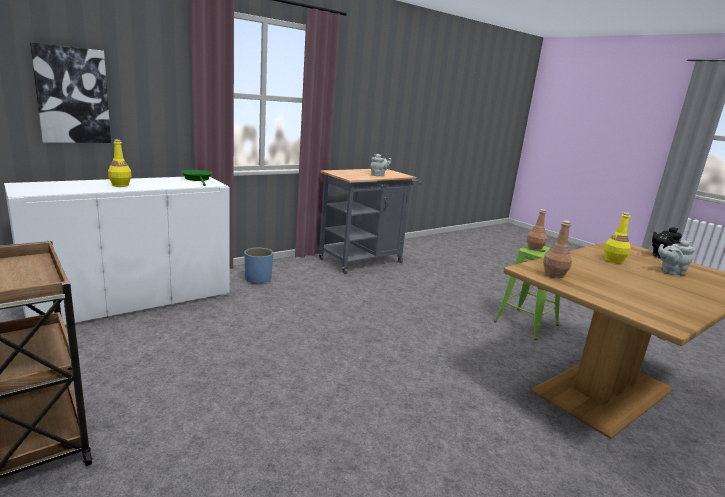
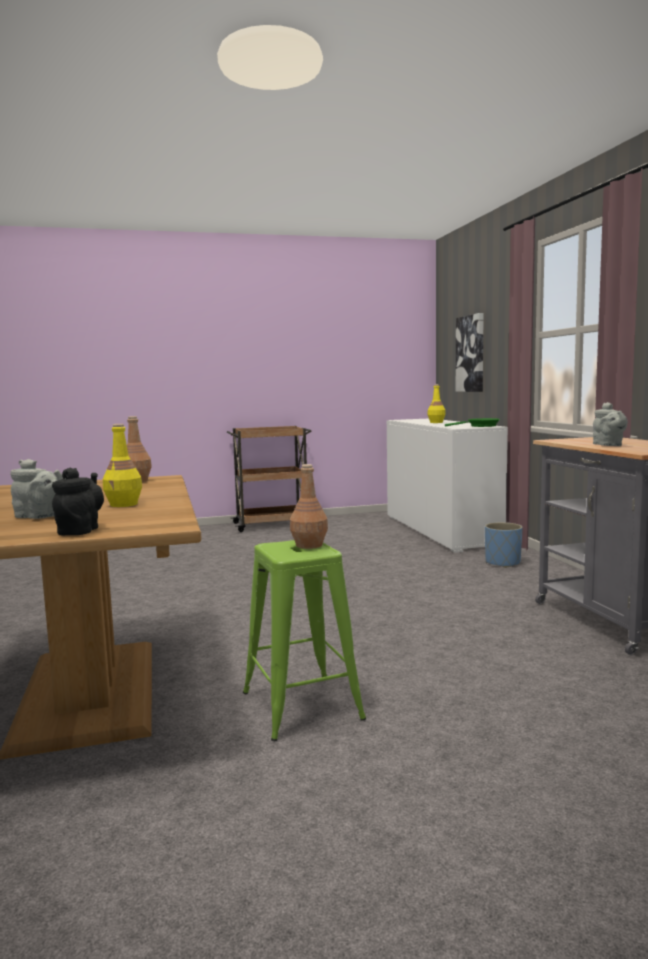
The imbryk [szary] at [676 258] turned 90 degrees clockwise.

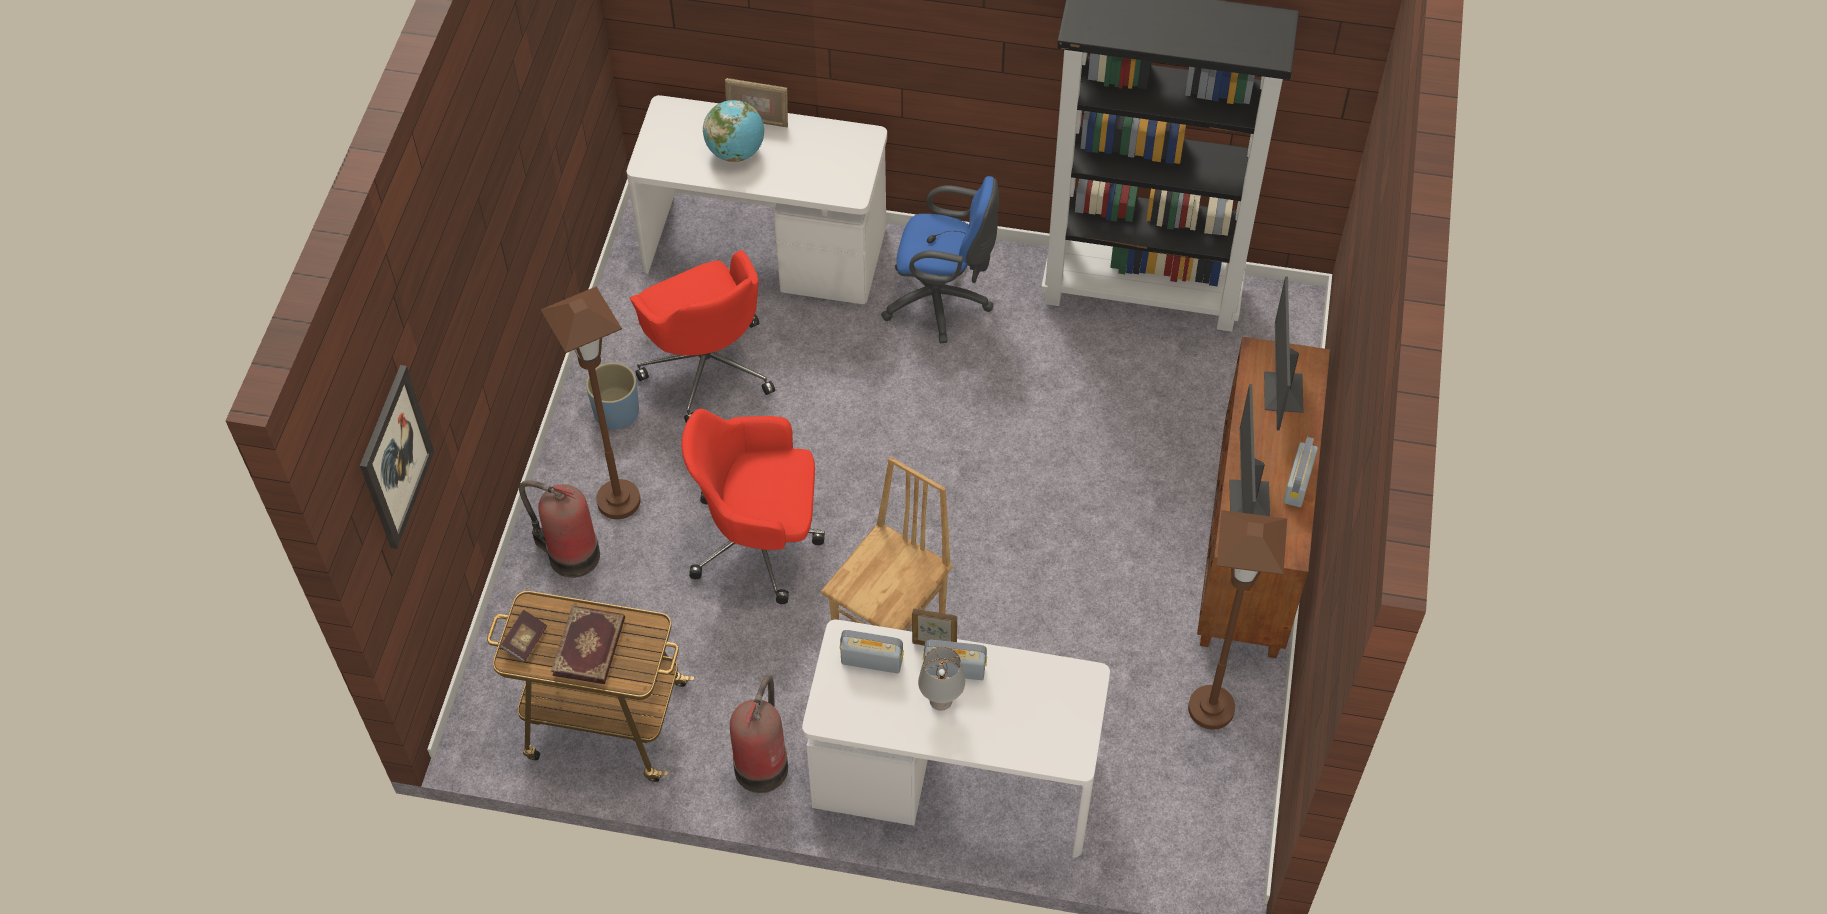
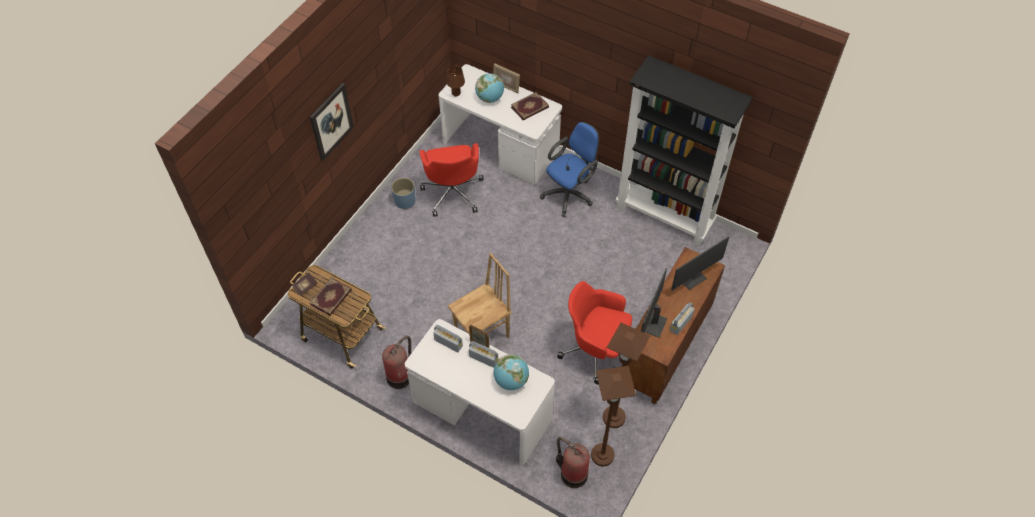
The obraz moved from [397 457] to [332 122].
The lampa stołowa [brązowy] at [455 81] appeared.
The globus at [511 372] appeared.
The książka at [530 106] appeared.
The krzesło biurowe [niebieski] at [940 259] turned 75 degrees counterclockwise.
The gaśnica moved from [559 529] to [573 462].
The krzesło biurowe [czerwony] moved from [753 506] to [594 332].
The lampa stojąca [brązowy] moved from [591 403] to [613 416].
The monitor at [1283 353] turned 150 degrees counterclockwise.
The lampa stołowa [szary] at [941 678] disappeared.

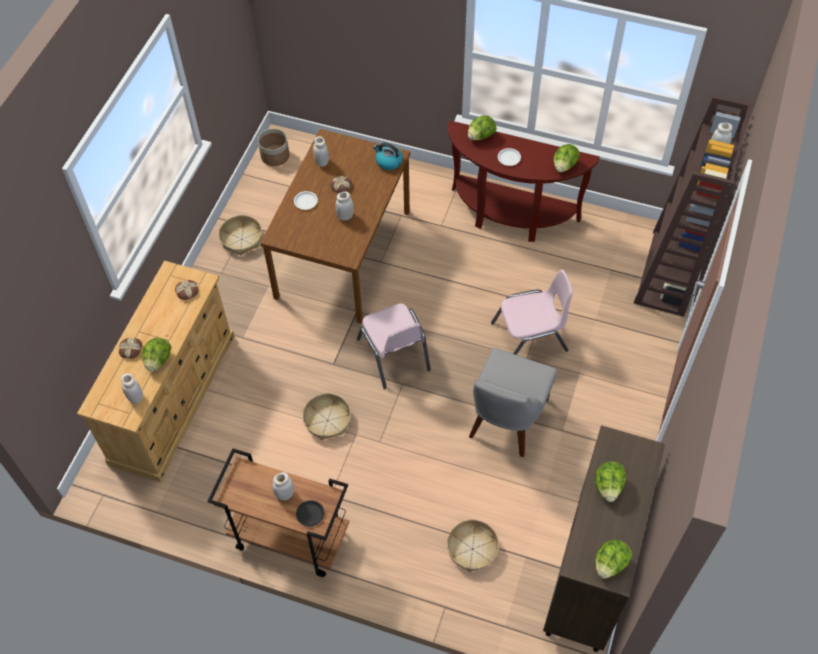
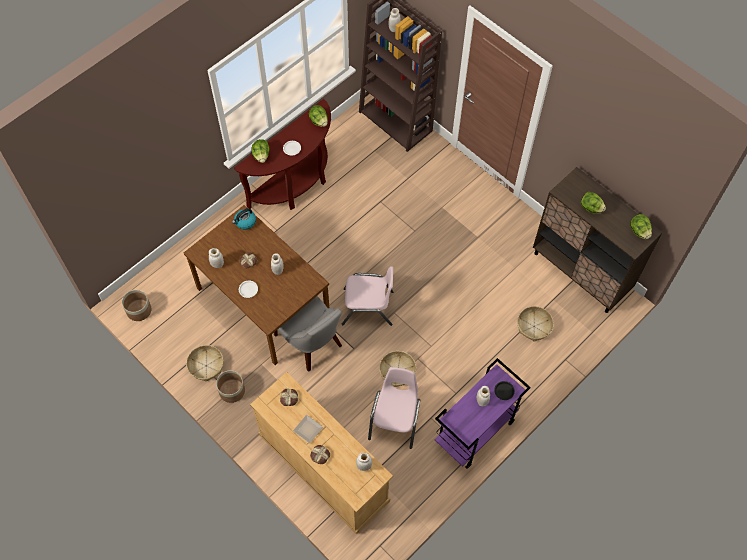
The donica at [230 386] appeared.
The krzesło [szary] moved from [513 402] to [308 334].
The talerz at [308 429] appeared.
The krzesło [różowy] moved from [532 312] to [394 408].
The wózek [brązowy] at [278 512] became the wózek [fioletowy] at [483 413].
The sałata at [156 355] disappeared.

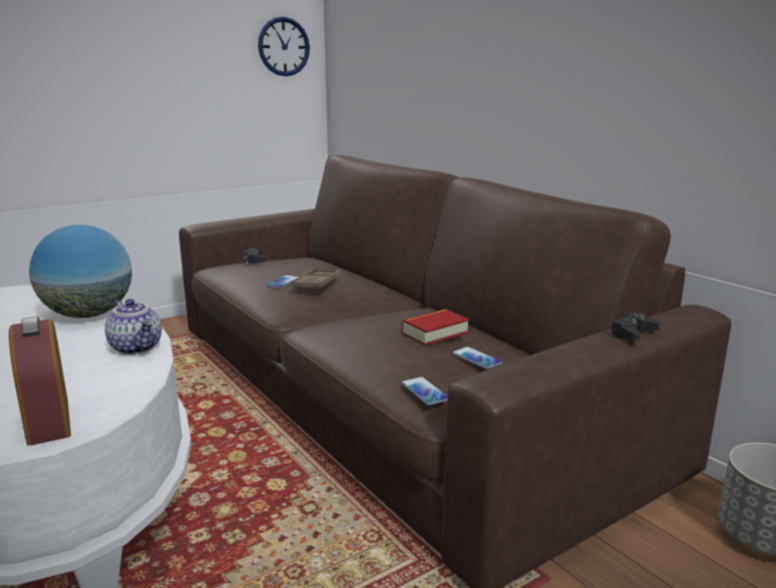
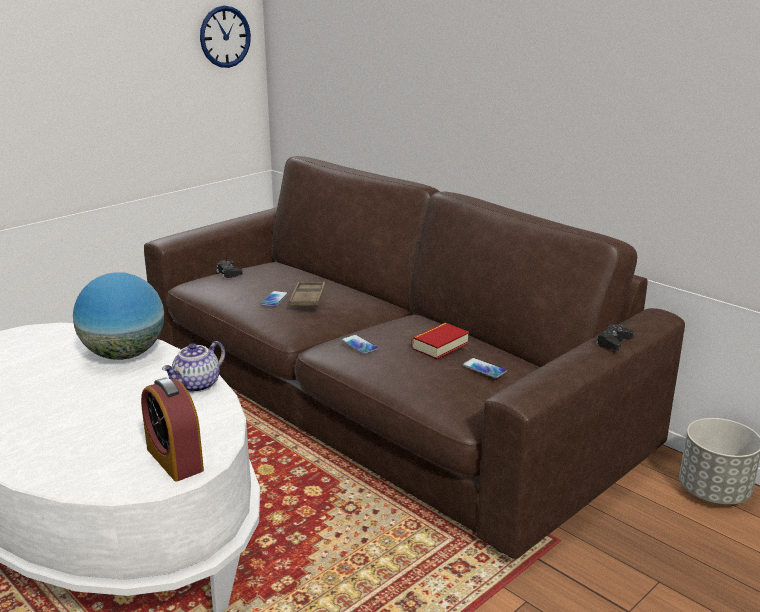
The imbryk at [133 327] turned 90 degrees clockwise.
The telefon moved from [424 391] to [359 344].

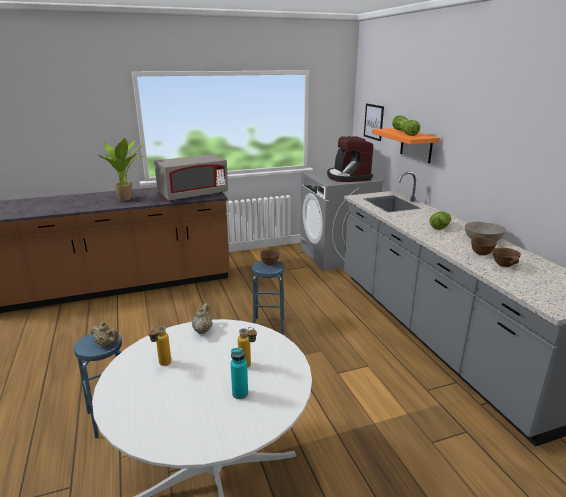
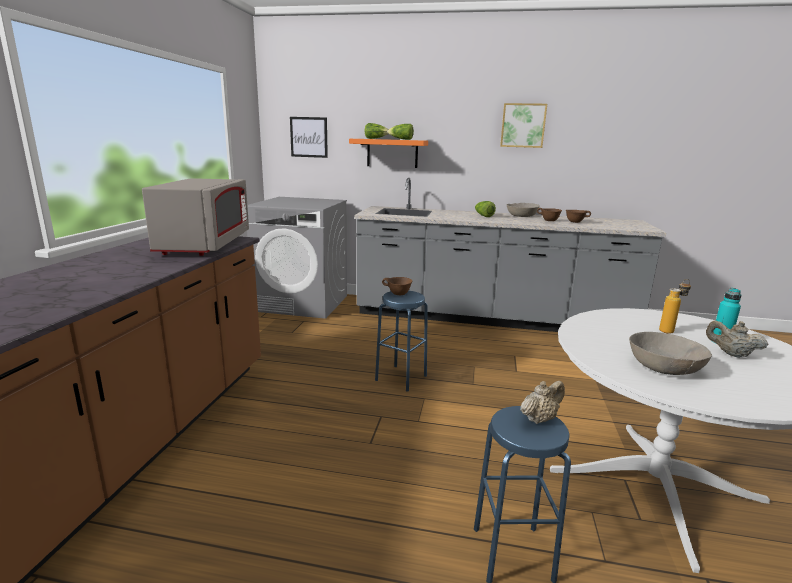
The obraz at [523 125] appeared.
The butelka at [159 346] was replaced by the miska [szary] at [670 353].
The imbryk [beżowy] moved from [202 318] to [737 339].
The roślina doniczkowa at [123 169] disappeared.
The ekspres do kawy at [350 159] disappeared.

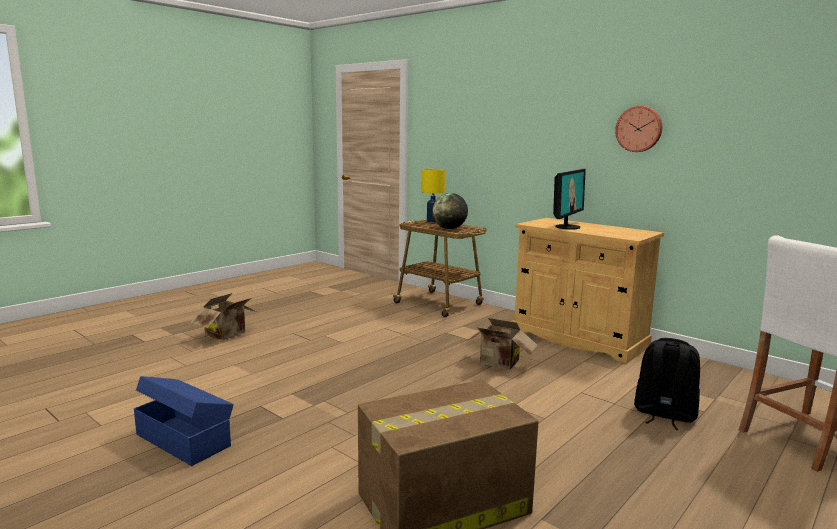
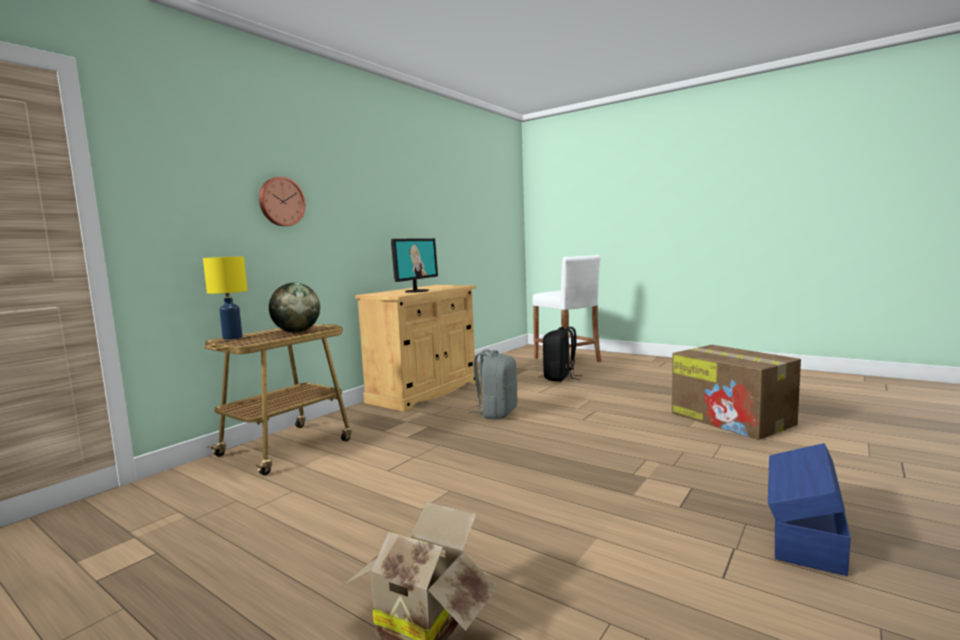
The zegar ścienny moved from [638 129] to [282 201].
The monitor at [569 199] turned 90 degrees clockwise.
The karton at [502 344] was replaced by the plecak [szary] at [493 384].

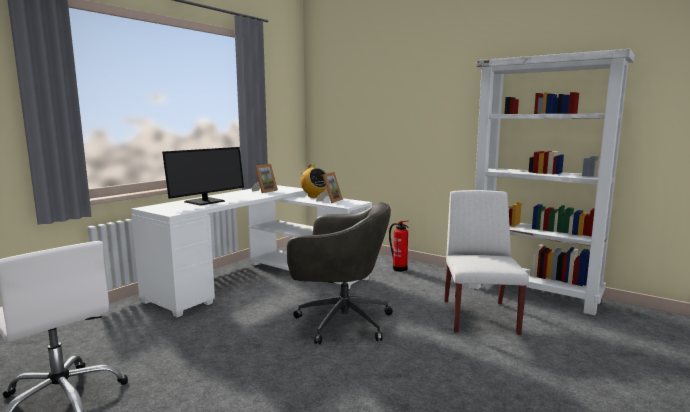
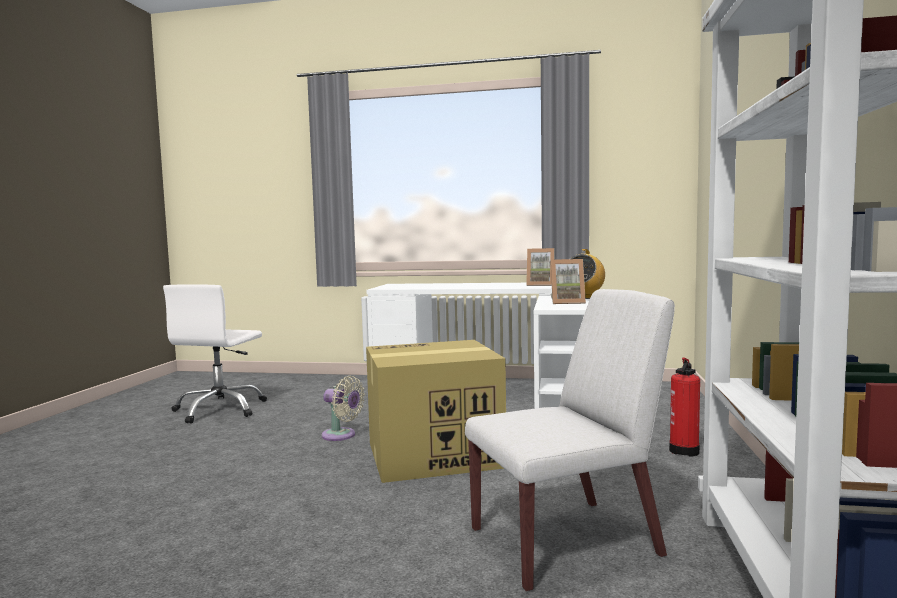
The wentylator [beżowy] at [343 408] appeared.
The krzesło biurowe [szary] at [340 273] was replaced by the karton at [436 411].
The monitor at [203 176] disappeared.

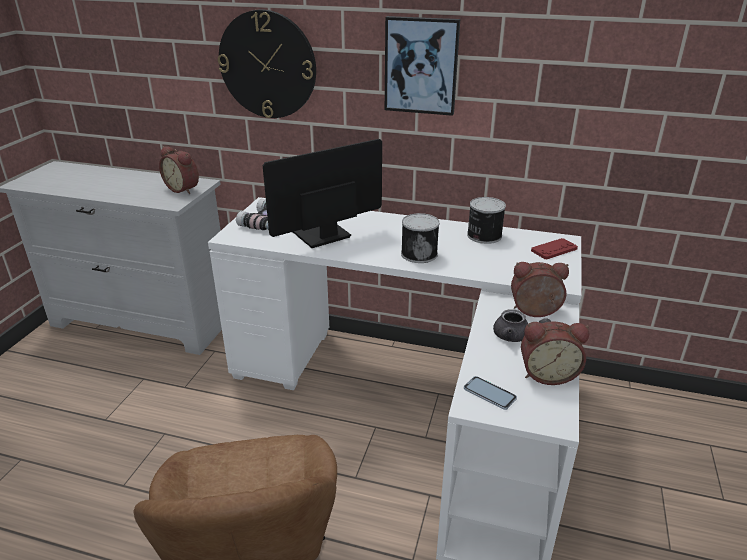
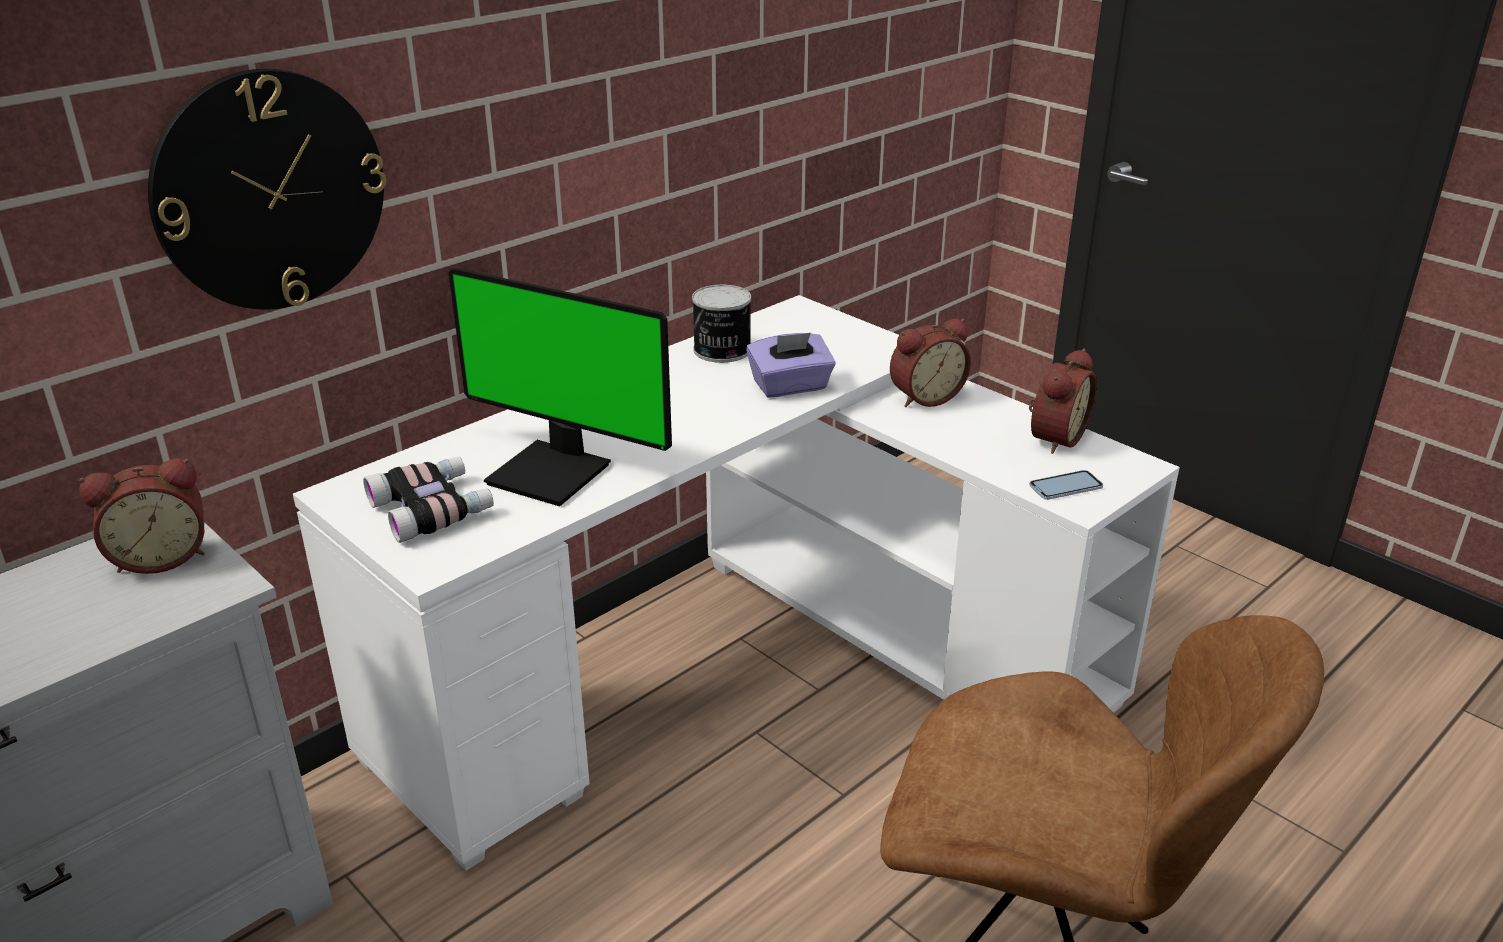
The monitor at [322 193] turned 60 degrees counterclockwise.
The pudełko chusteczek [fioletowy] at [791 365] appeared.
The budzik at [540 289] turned 150 degrees counterclockwise.
The obraz at [422 66] disappeared.
The puszka at [420 238] disappeared.
The imbryk [szary] at [522 325] disappeared.
The pad do gier [czerwony] at [554 249] disappeared.

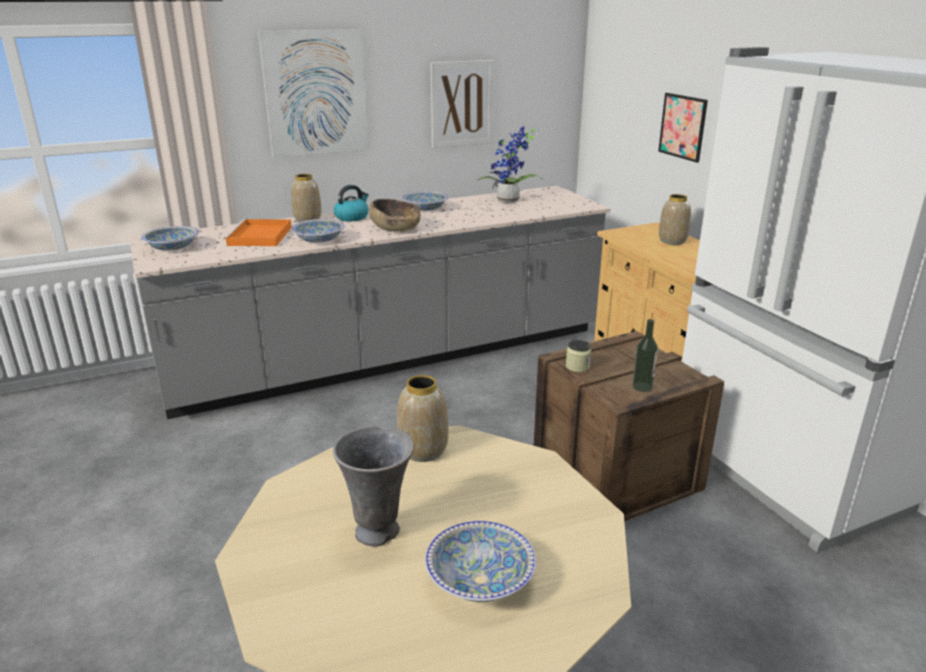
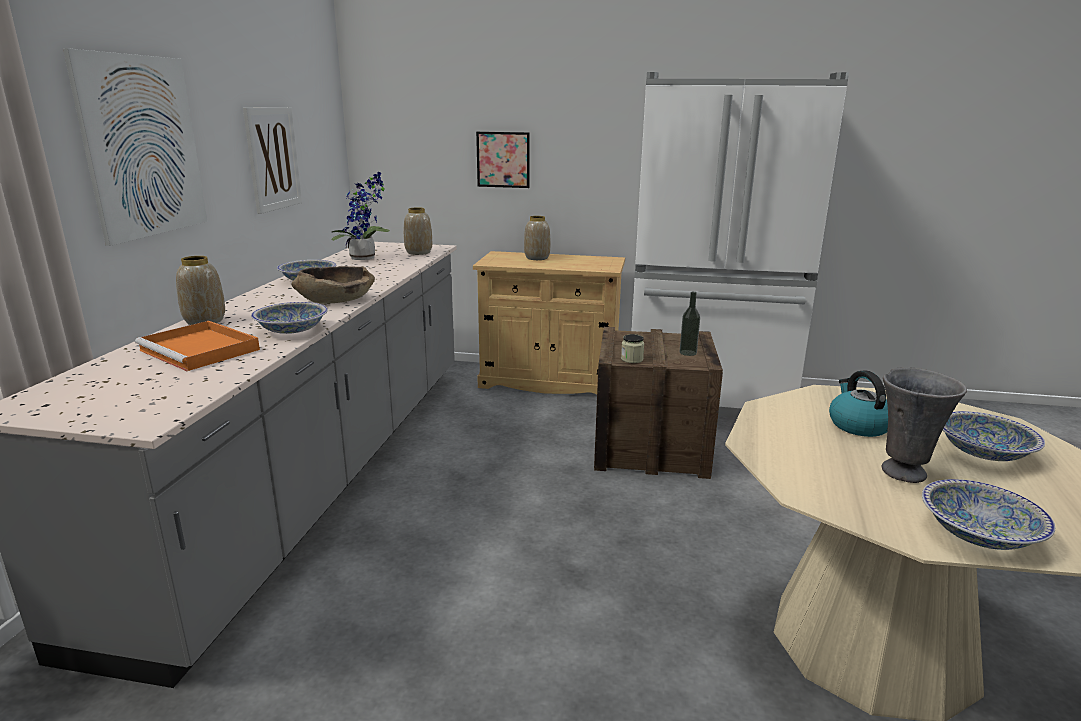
The wazon moved from [422 418] to [418 231].
The czajnik moved from [351 203] to [858 403].
The miska moved from [170 238] to [988 514].

